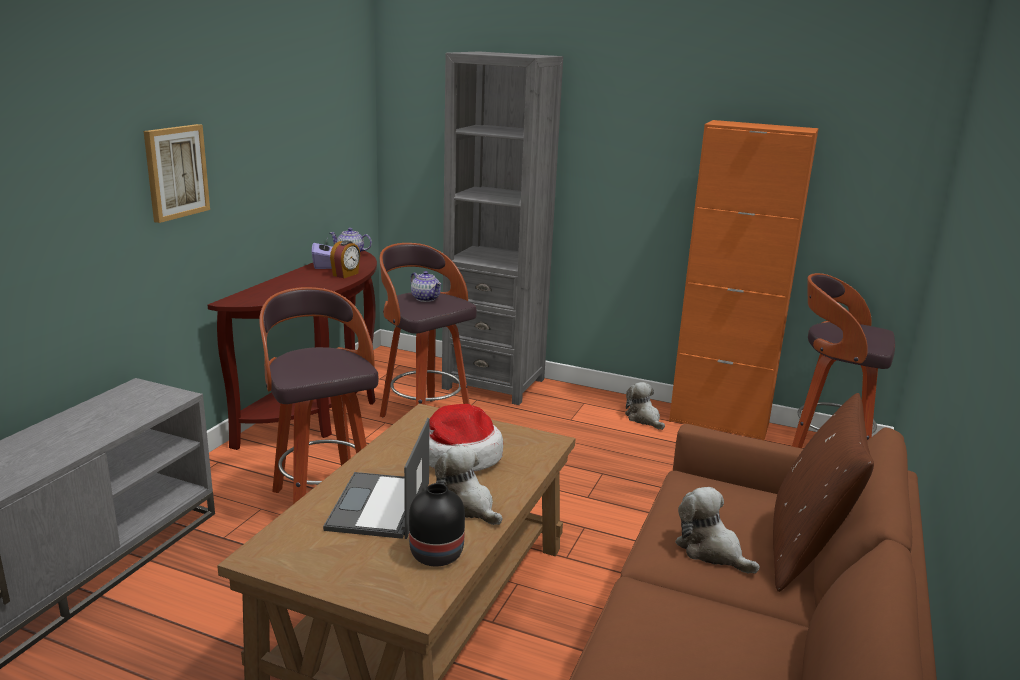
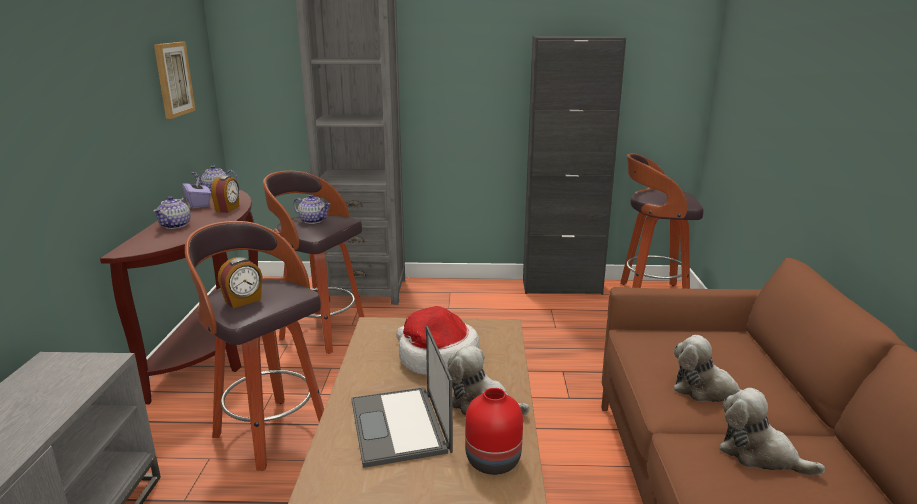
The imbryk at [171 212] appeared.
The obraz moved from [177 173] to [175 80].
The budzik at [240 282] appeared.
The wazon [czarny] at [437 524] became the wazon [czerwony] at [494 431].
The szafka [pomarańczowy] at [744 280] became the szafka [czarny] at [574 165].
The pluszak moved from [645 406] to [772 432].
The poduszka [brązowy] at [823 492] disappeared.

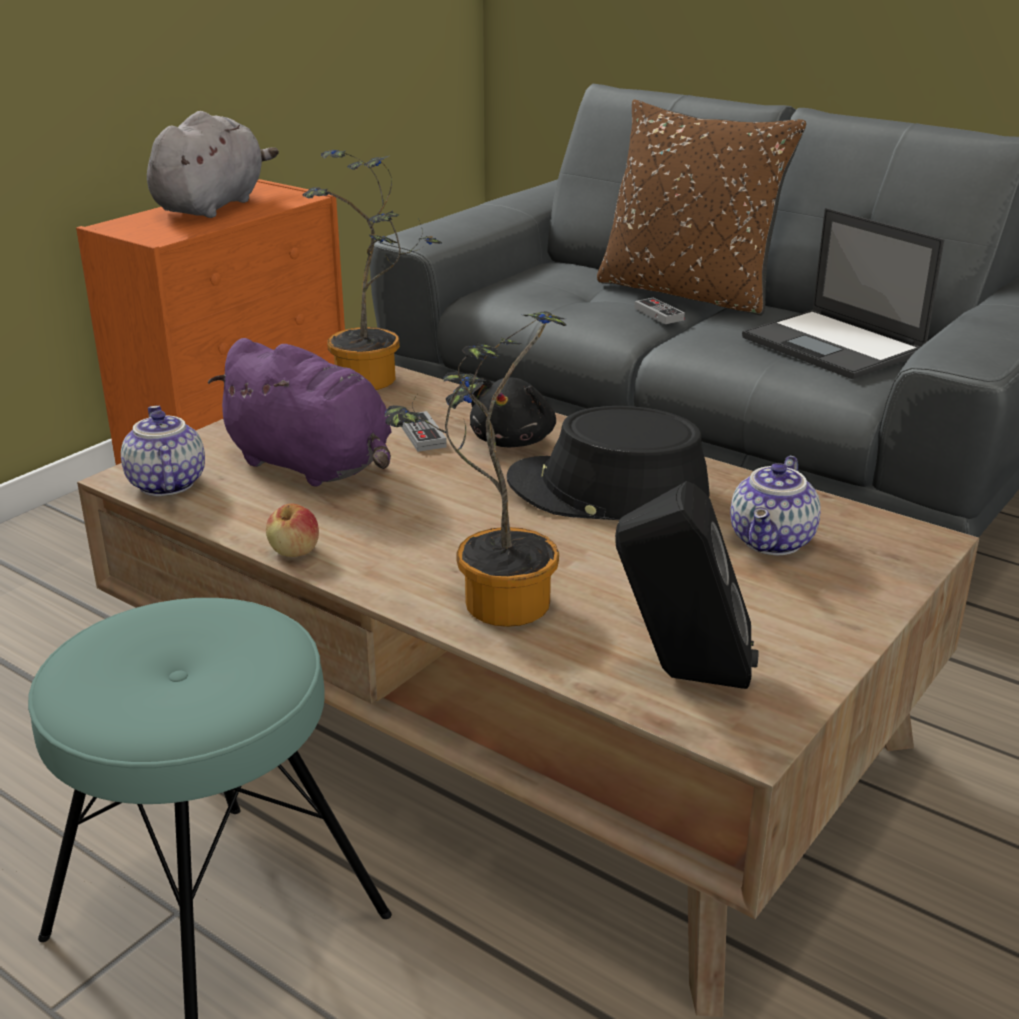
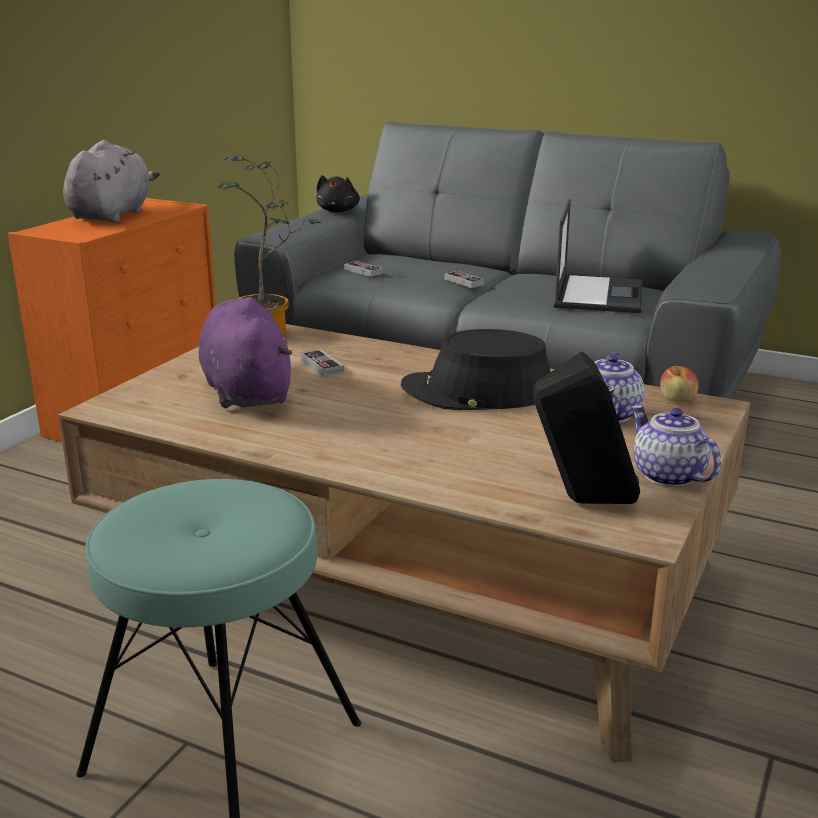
The pluszak [fioletowy] at [300 412] turned 135 degrees counterclockwise.
The pluszak [czarny] moved from [513 412] to [338 193].
The pad do gier at [363 269] appeared.
The laptop at [843 293] turned 120 degrees counterclockwise.
The imbryk moved from [163 451] to [676 446].
The jabłko moved from [292 530] to [679 384].
The roślina doniczkowa at [475 469] disappeared.
The poduszka [brązowy] at [701 207] disappeared.

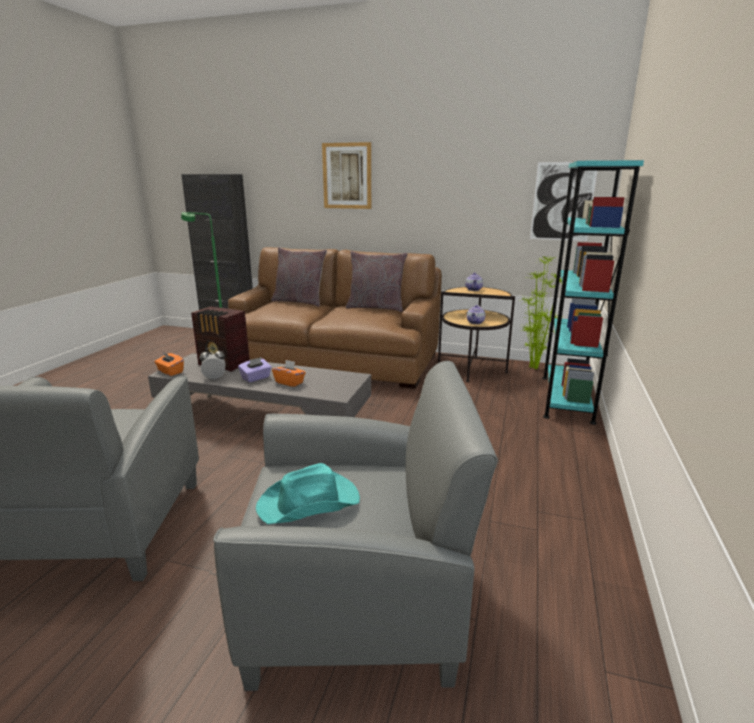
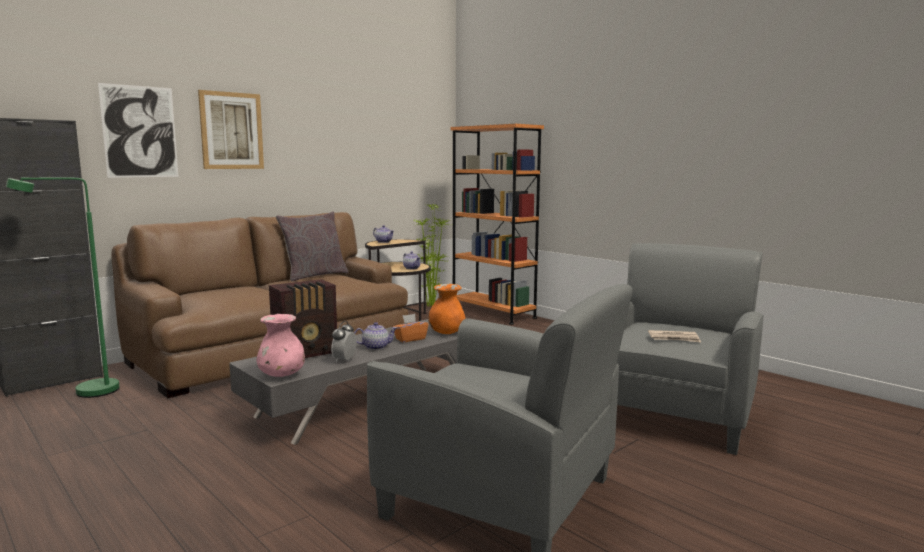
The obraz moved from [563 201] to [138 130].
The pudełko chusteczek [pomarańczowy] at [169 364] was replaced by the wazon [różowy] at [281 345].
The pudełko chusteczek [fioletowy] at [255 370] was replaced by the imbryk at [375 336].
The wazon [pomarańczowy] at [447 309] appeared.
The regał [turkusowy] at [593 292] became the regał [pomarańczowy] at [497 224].
The kapelusz [turkusowy] at [308 493] was replaced by the gazeta at [674 336].
The poduszka [szary] at [299 277] disappeared.

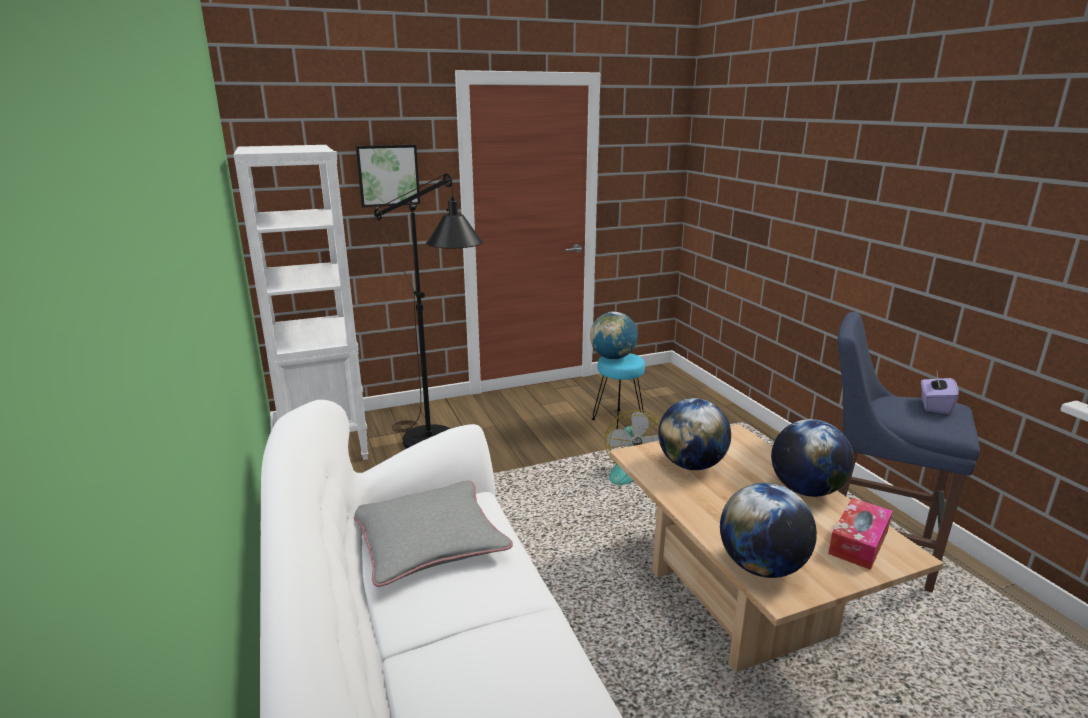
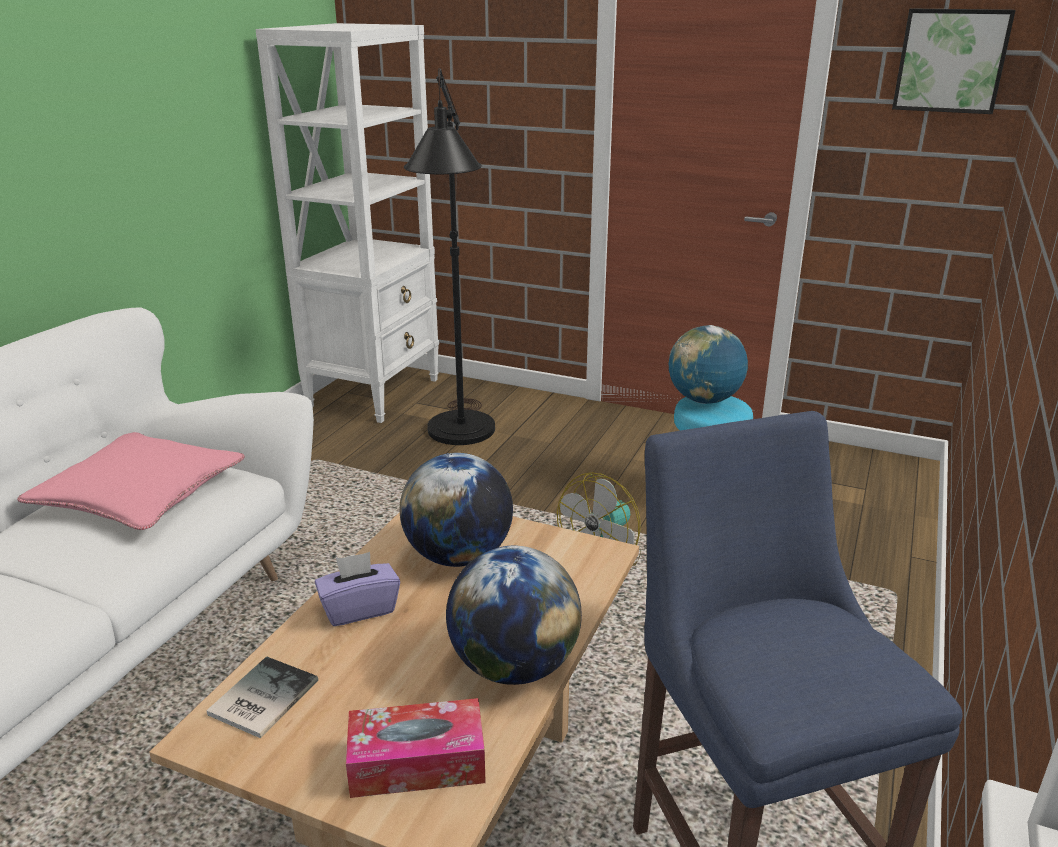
The poduszka [szary] at [433 533] became the poduszka [różowy] at [131 481].
The globus at [768 530] was replaced by the książka at [262 697].
The pudełko chusteczek [fioletowy] moved from [940 394] to [357 589].
The obraz moved from [388 176] to [954 61].

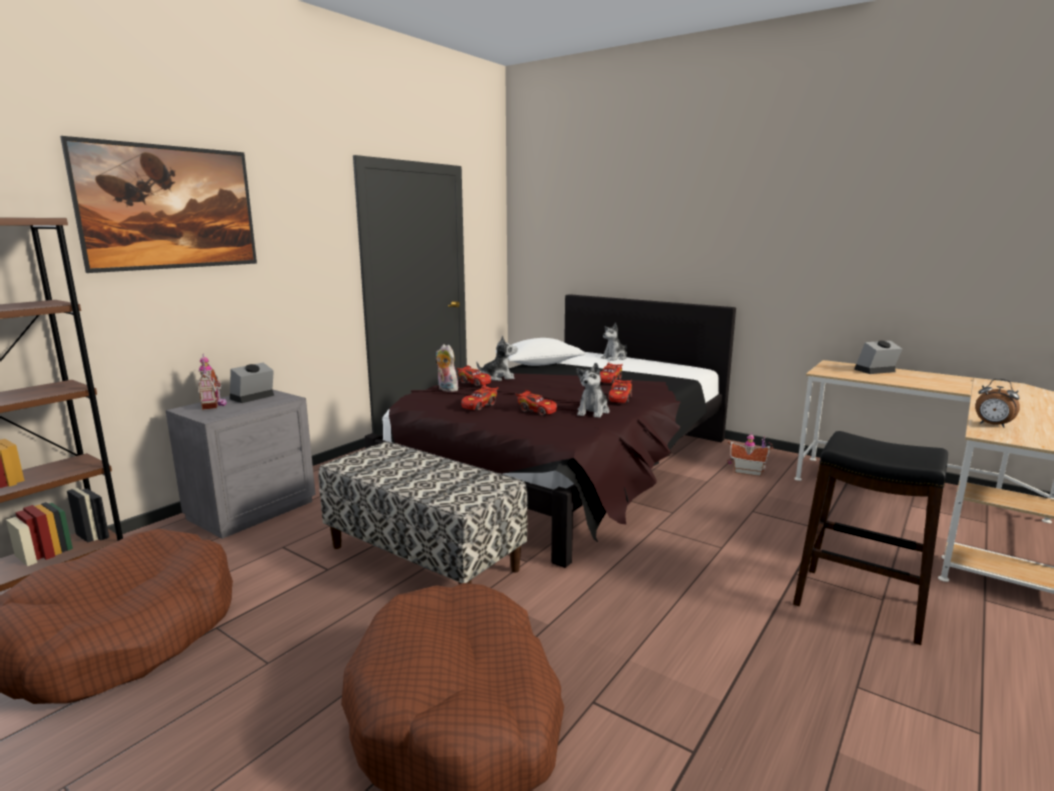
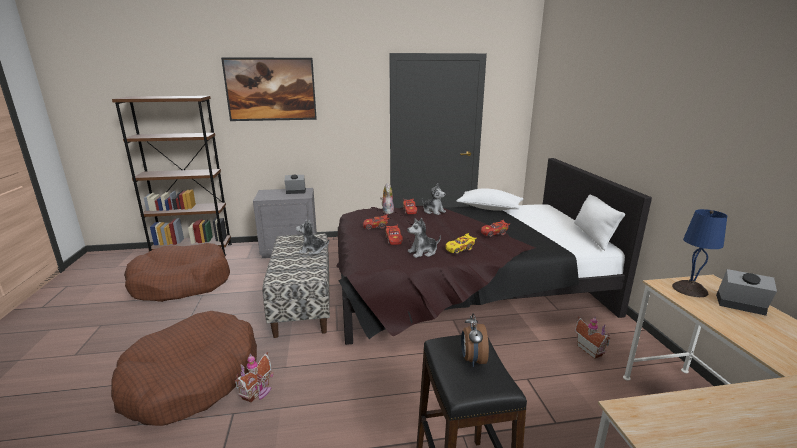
The domek moved from [212 382] to [254 377].
The pluszak moved from [614 342] to [312 237].
The samochodzik [czerwony] at [620 390] became the samochodzik [żółty] at [461 243].
The budzik moved from [997 403] to [475 340].
The poduszka [biały] at [599 222] appeared.
The lampa stołowa [niebieski] at [699 253] appeared.

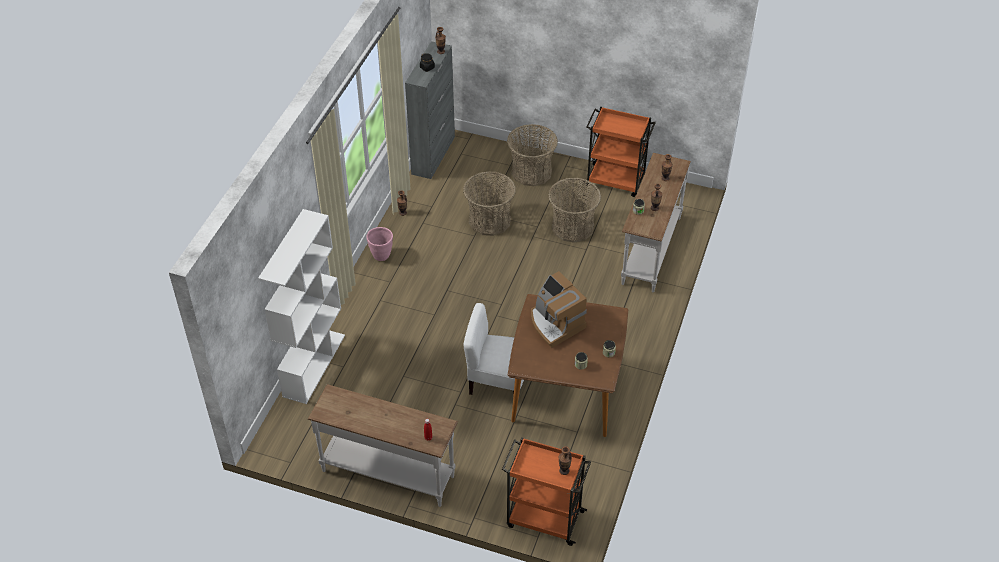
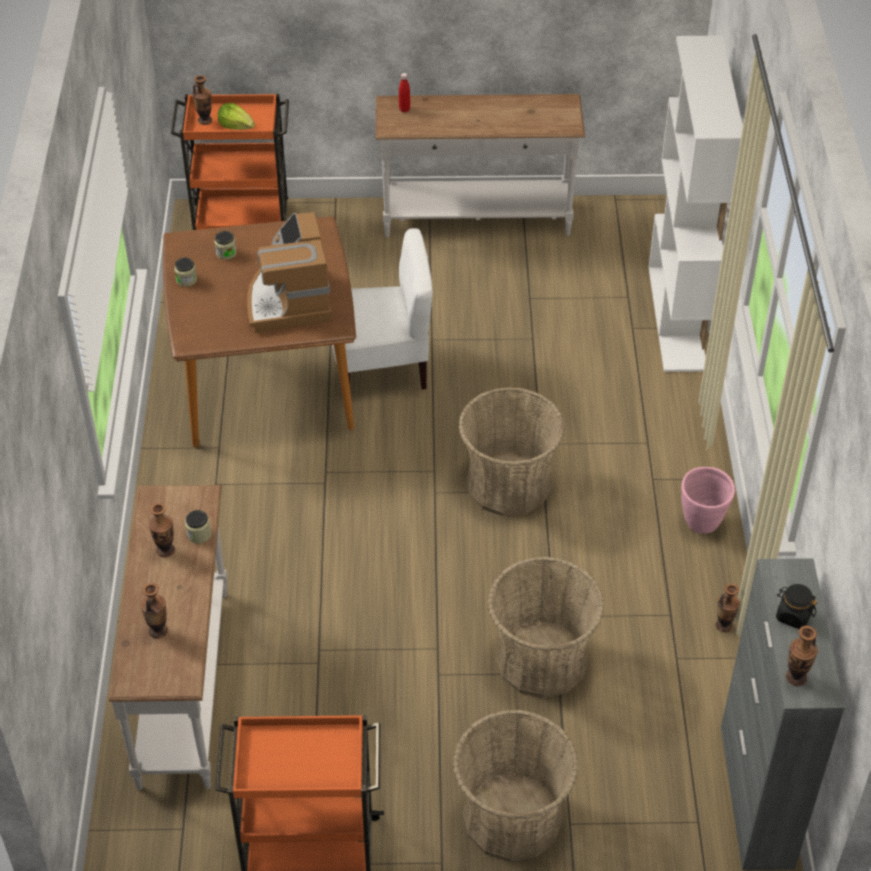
The sałata at [236 116] appeared.
The ekspres do kawy at [559 309] turned 135 degrees counterclockwise.
The koszyk moved from [574 210] to [511 451].

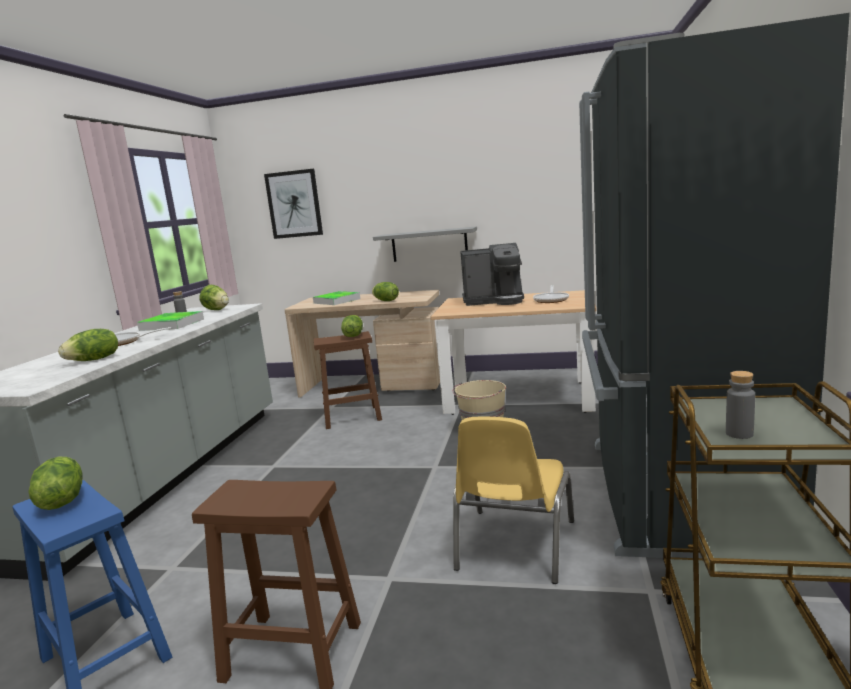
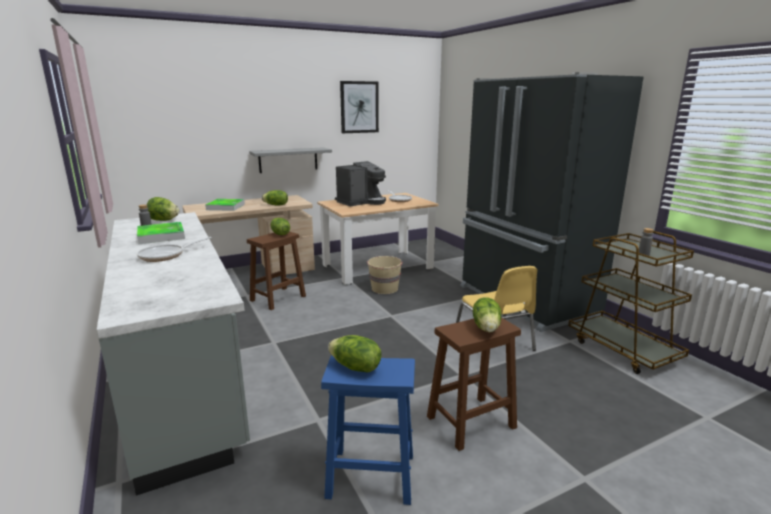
The obraz moved from [293 204] to [359 107].
The sałata moved from [88 345] to [487 314].

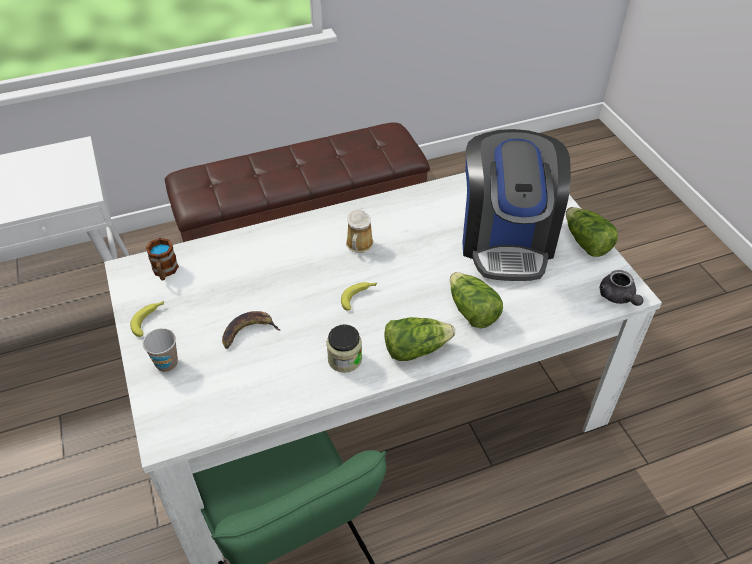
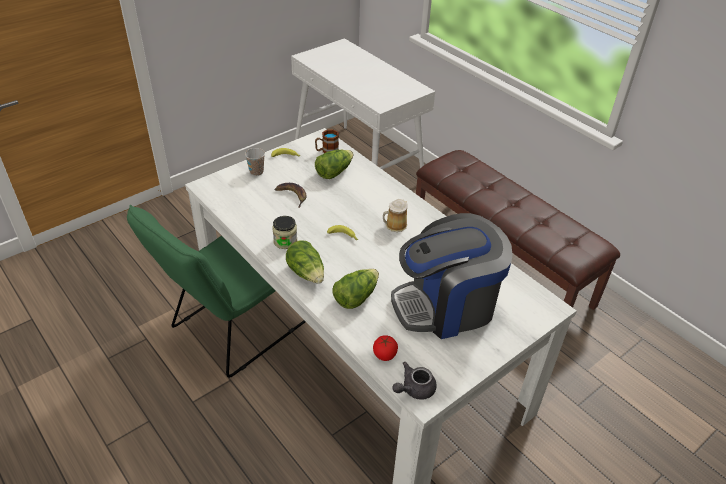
The sałata moved from [592 232] to [334 164].
The pomidor at [385 348] appeared.

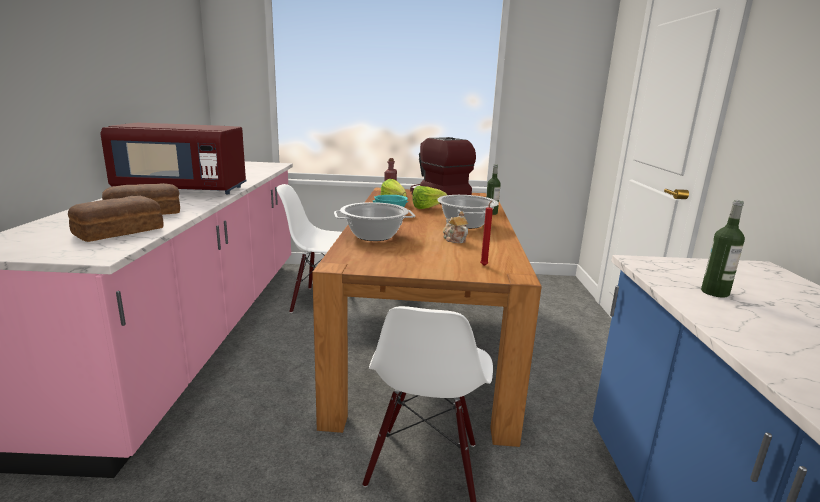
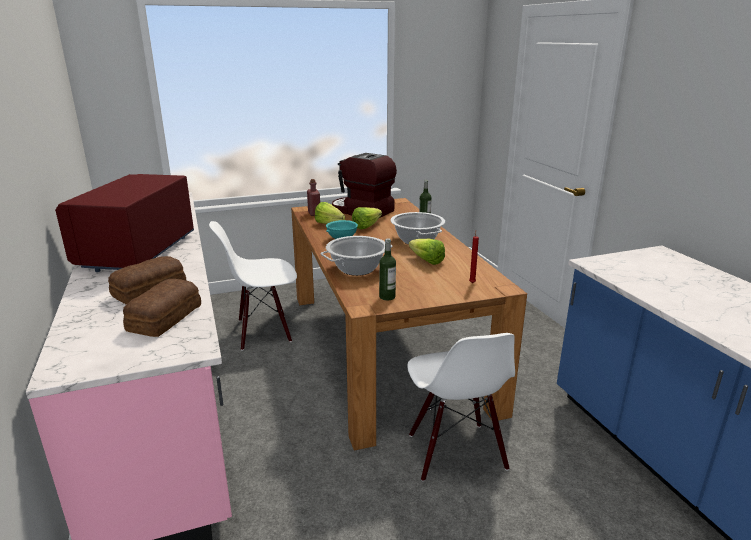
The mikrofalówka [czerwony] at [173 158] turned 120 degrees clockwise.
The butelka moved from [723 249] to [387 269].
The imbryk at [455 227] was replaced by the sałata at [427 252].

